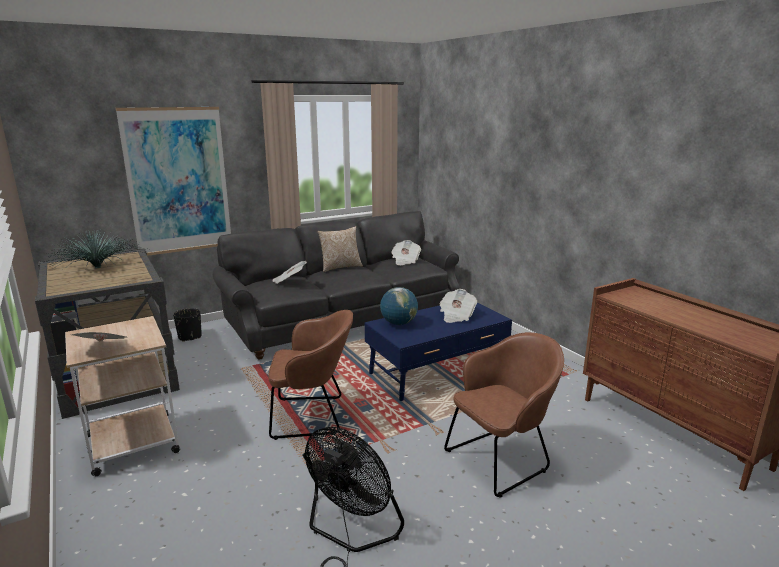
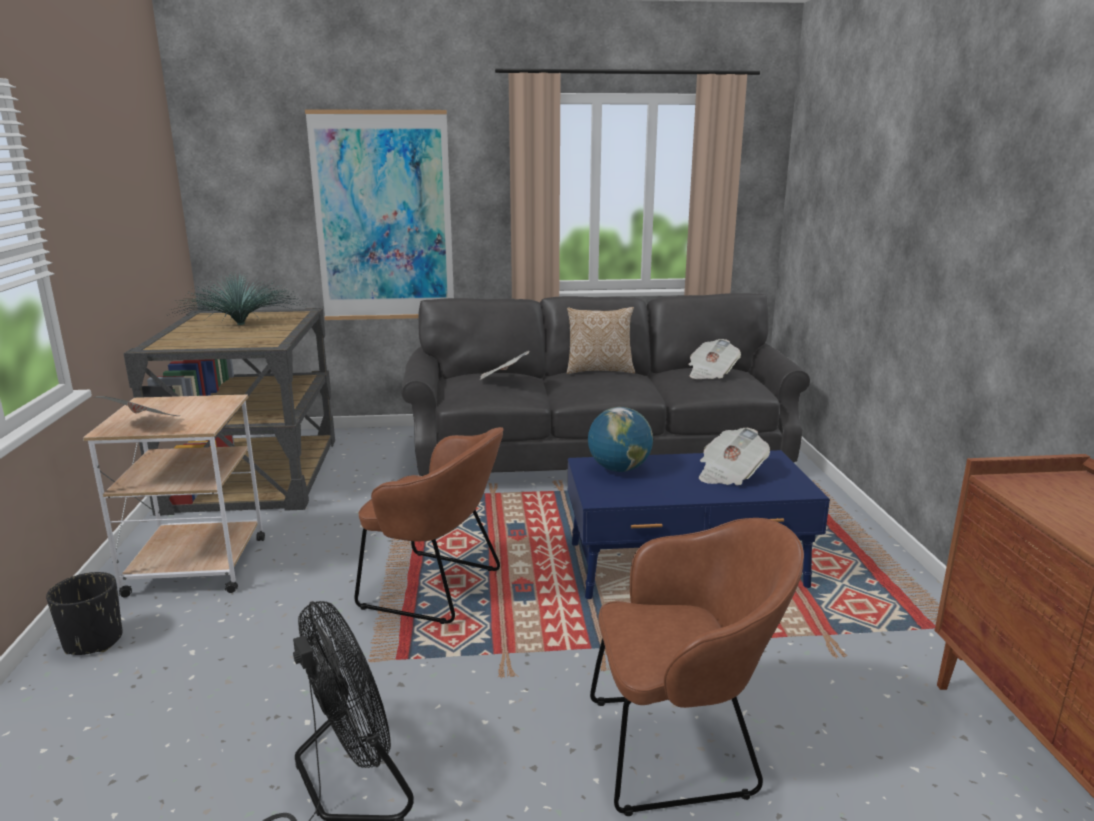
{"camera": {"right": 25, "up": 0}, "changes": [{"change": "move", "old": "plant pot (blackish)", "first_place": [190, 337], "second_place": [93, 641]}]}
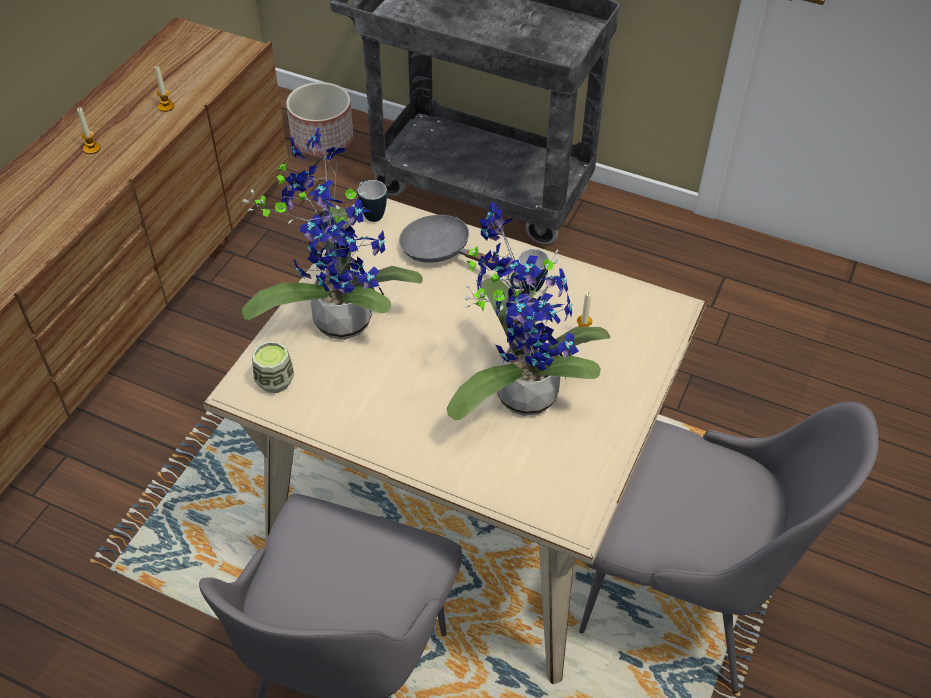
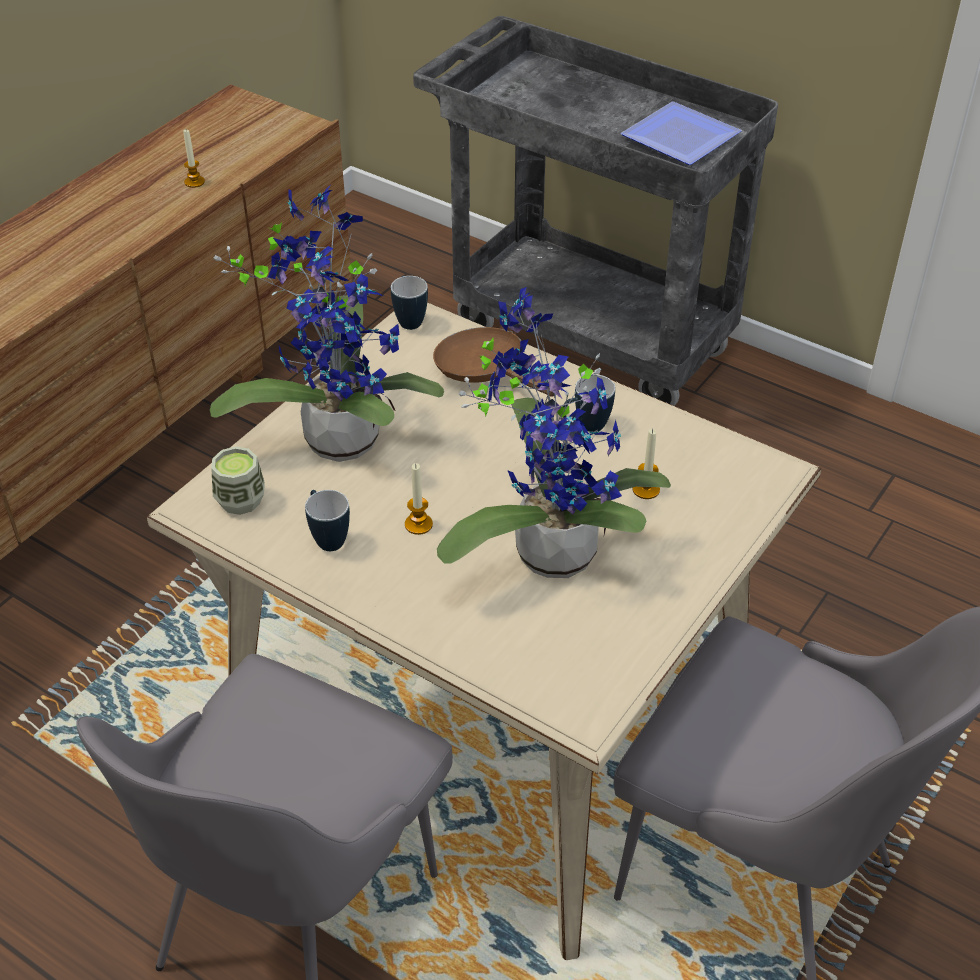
{"camera": {"right": 10, "up": -5}, "changes": [{"change": "delete", "old": "plant pot", "first_place": [323, 140]}, {"change": "move", "old": "candle", "first_place": [91, 148], "second_place": [418, 524]}, {"change": "recolor", "old": "skillet (greyish)", "new": "skillet (brown-coloured)", "first_place": [441, 251], "second_place": [486, 371]}, {"change": "insert", "new": "flat dish", "second_place": [676, 138]}, {"change": "insert", "new": "coffee mug", "second_place": [327, 538]}]}
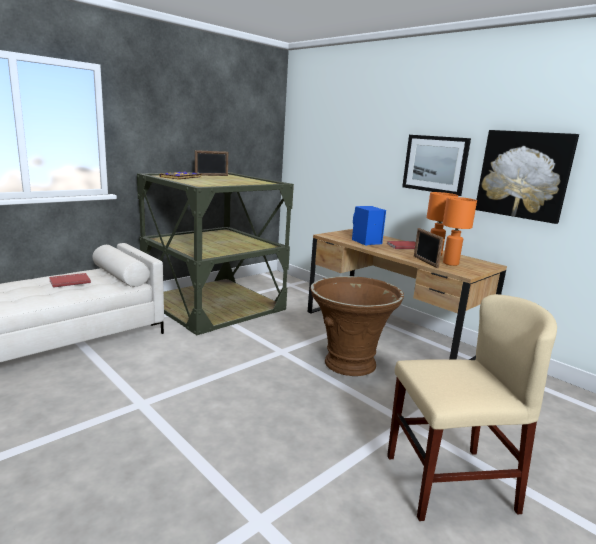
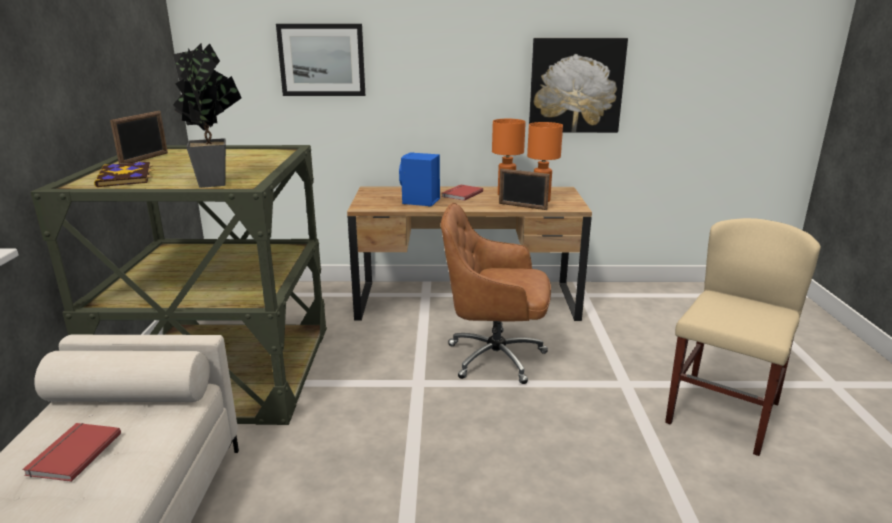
{"camera": {"right": -45, "up": 5}, "changes": [{"change": "move", "old": "picture", "first_place": [435, 164], "second_place": [322, 60]}, {"change": "replace", "old": "plant pot (brown-coloured)", "new": "office chair (brown-coloured)", "first_place": [348, 363], "second_place": [495, 356]}, {"change": "insert", "new": "potted plant", "second_place": [215, 182]}]}
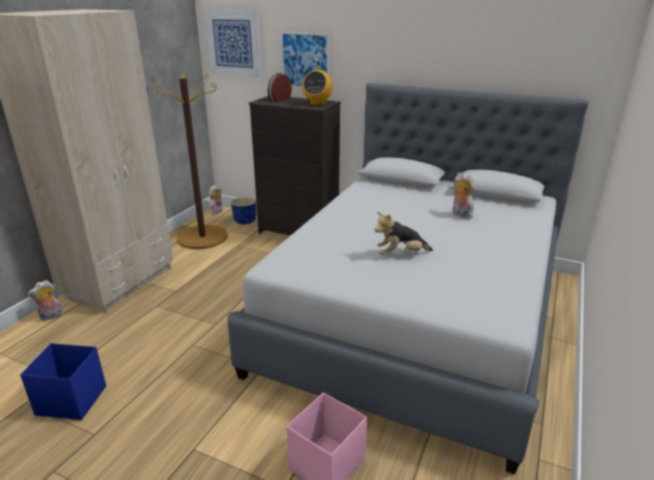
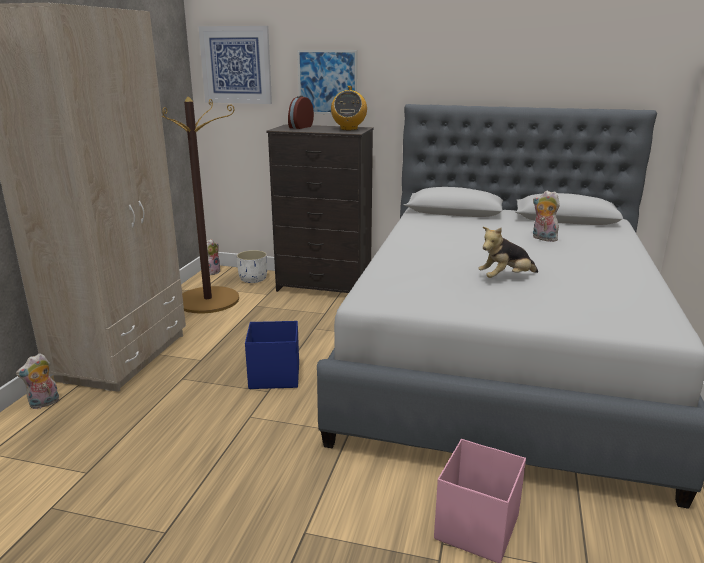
{"camera": {"right": -10, "up": -5}, "changes": [{"change": "recolor", "old": "plant pot (blue)", "new": "plant pot (whitish)", "first_place": [245, 221], "second_place": [253, 279]}, {"change": "move", "old": "storage box (blue)", "first_place": [71, 400], "second_place": [273, 376]}]}
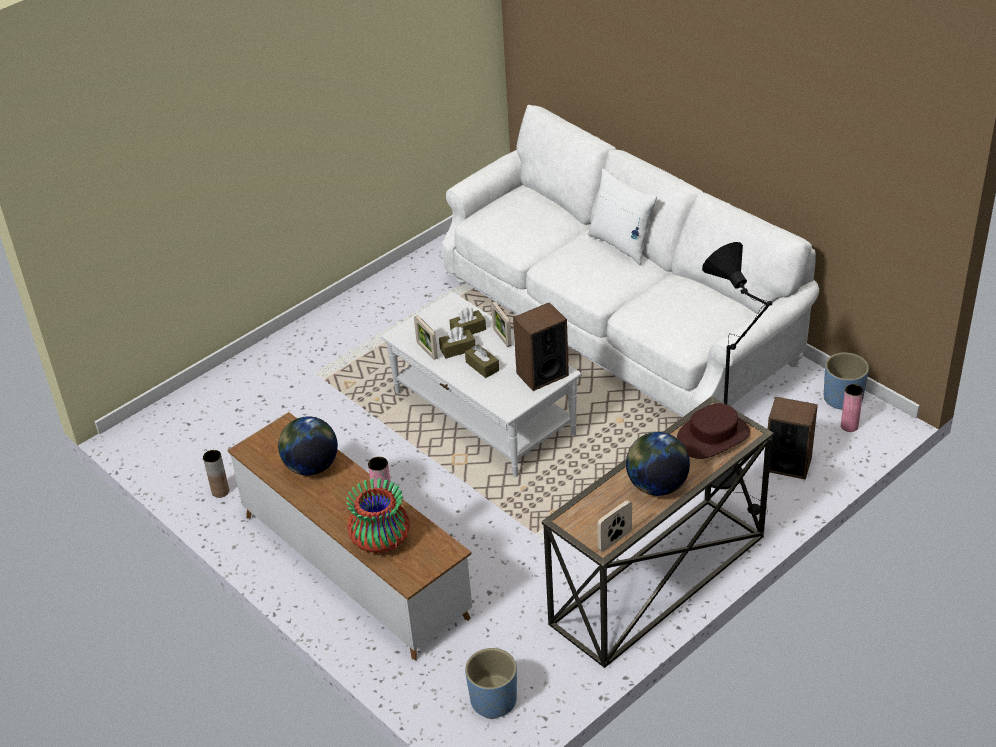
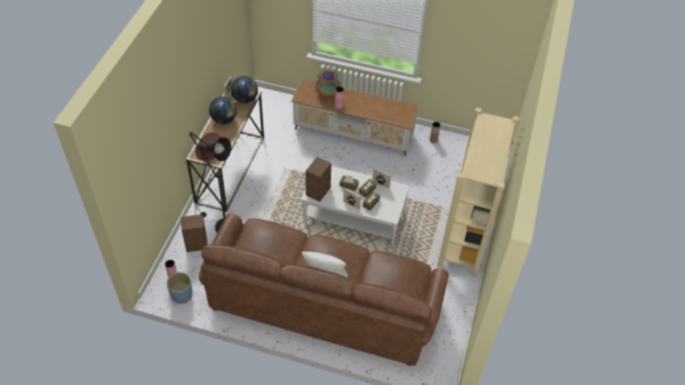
{"camera": {"right": 145, "up": 10}, "changes": [{"change": "recolor", "old": "couch (whitish)", "new": "couch (brown-coloured)", "first_place": [619, 321], "second_place": [323, 302]}, {"change": "move", "old": "globe", "first_place": [311, 466], "second_place": [245, 99]}, {"change": "delete", "old": "plant pot (blue)", "first_place": [493, 701]}, {"change": "insert", "new": "shelving unit (beige-coloured)", "second_place": [465, 237]}]}
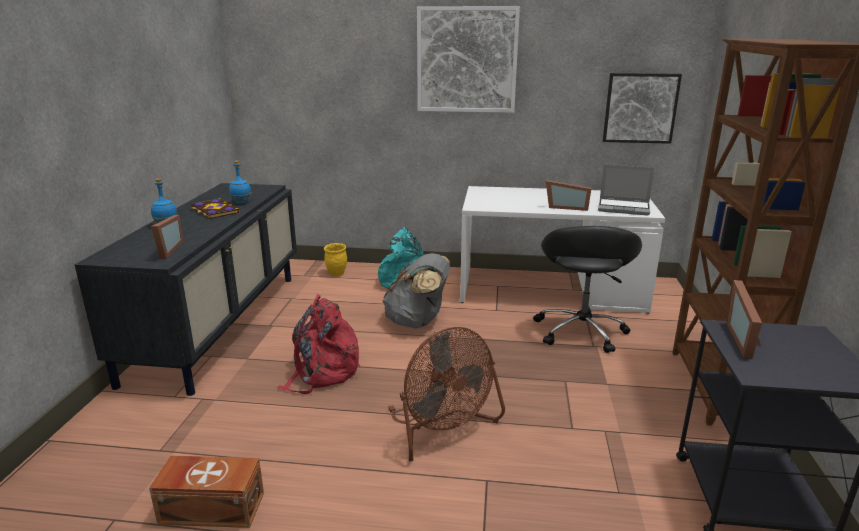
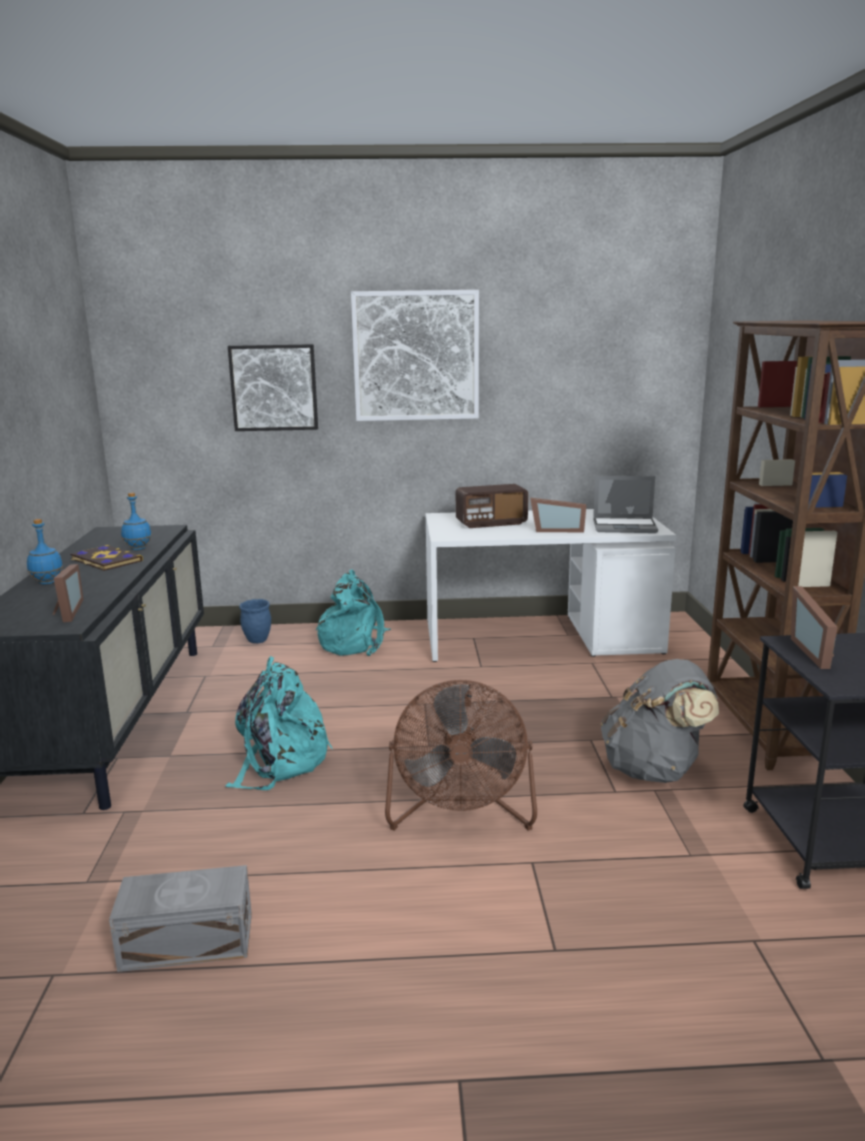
{"camera": {"right": -10, "up": -5}, "changes": [{"change": "move", "old": "picture", "first_place": [640, 108], "second_place": [274, 387]}, {"change": "delete", "old": "office chair (blackish)", "first_place": [580, 333]}, {"change": "recolor", "old": "plant pot (yellowish)", "new": "plant pot (blue)", "first_place": [336, 274], "second_place": [257, 640]}, {"change": "move", "old": "backpack (greyish)", "first_place": [418, 321], "second_place": [654, 770]}, {"change": "recolor", "old": "backpack (red)", "new": "backpack (turquoise-coloured)", "first_place": [322, 372], "second_place": [279, 761]}, {"change": "rotate", "old": "electric fan (brown-coloured)", "first_place": [439, 430], "second_place": [455, 812], "degrees": 45}, {"change": "recolor", "old": "storage box (brown-coloured)", "new": "storage box (greyish)", "first_place": [211, 507], "second_place": [185, 940]}, {"change": "insert", "new": "radio receiver", "second_place": [491, 523]}]}
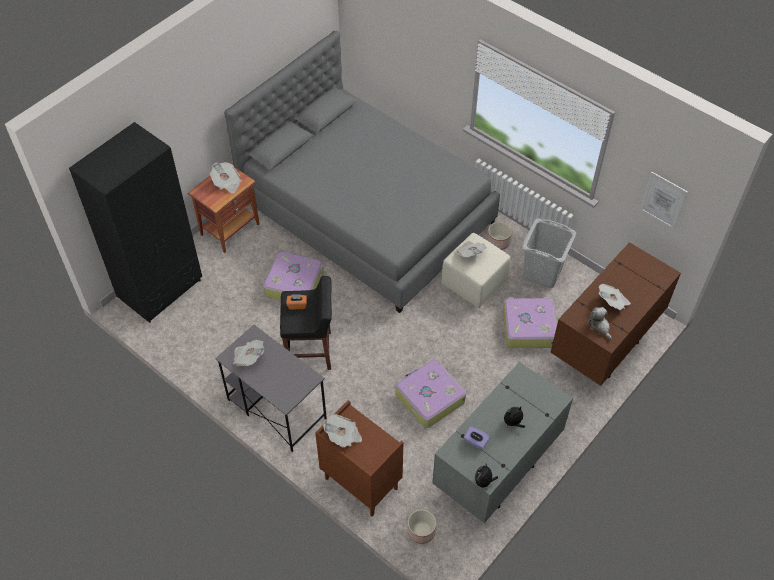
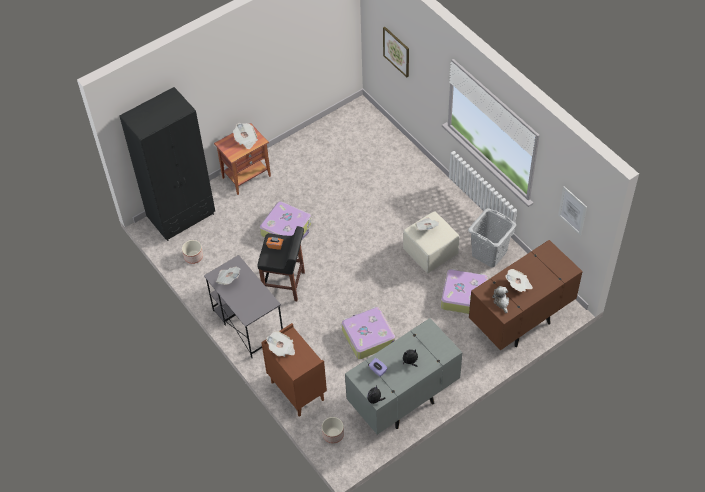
{"camera": {"right": 15, "up": 0}, "changes": [{"change": "delete", "old": "sleeping bed (greyish)", "first_place": [366, 212]}, {"change": "move", "old": "plant pot", "first_place": [498, 241], "second_place": [193, 256]}, {"change": "insert", "new": "picture", "second_place": [396, 51]}]}
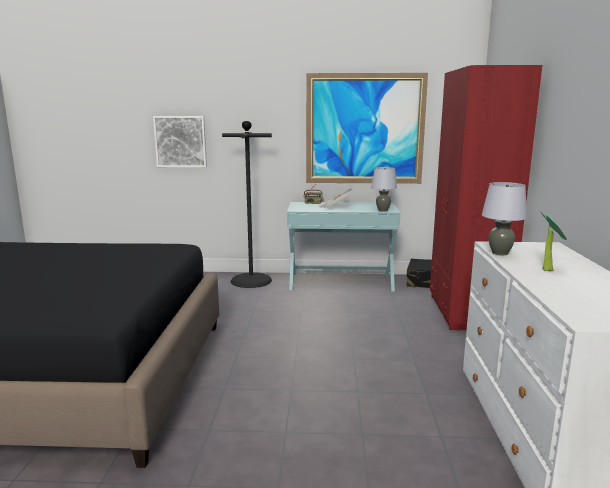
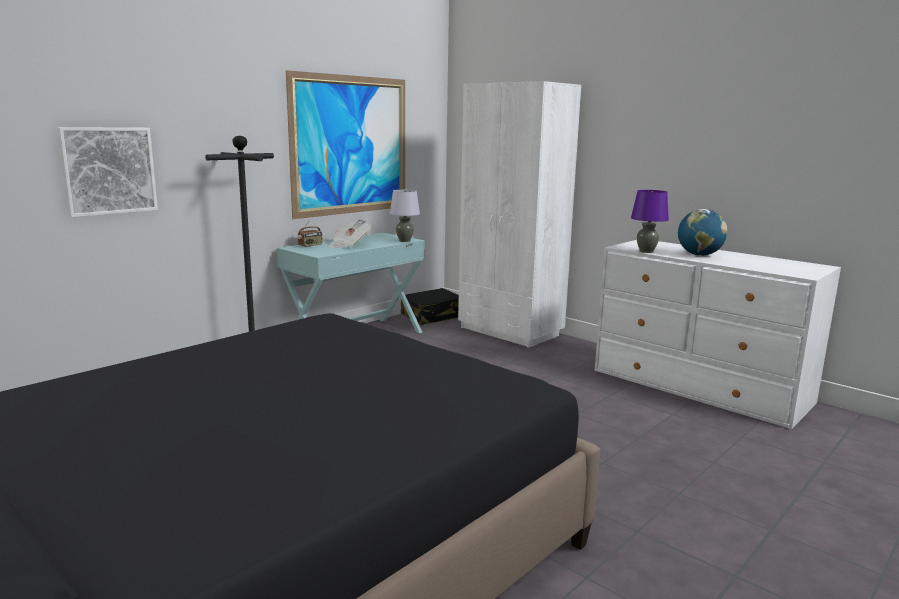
{"camera": {"right": -50, "up": 0}, "changes": [{"change": "recolor", "old": "clothes cupboard (red)", "new": "clothes cupboard (whitish)", "first_place": [466, 313], "second_place": [510, 332]}, {"change": "recolor", "old": "table lamp (greyish)", "new": "table lamp (purple-coloured)", "first_place": [500, 253], "second_place": [646, 251]}, {"change": "replace", "old": "potted plant", "new": "globe", "first_place": [548, 269], "second_place": [699, 255]}]}
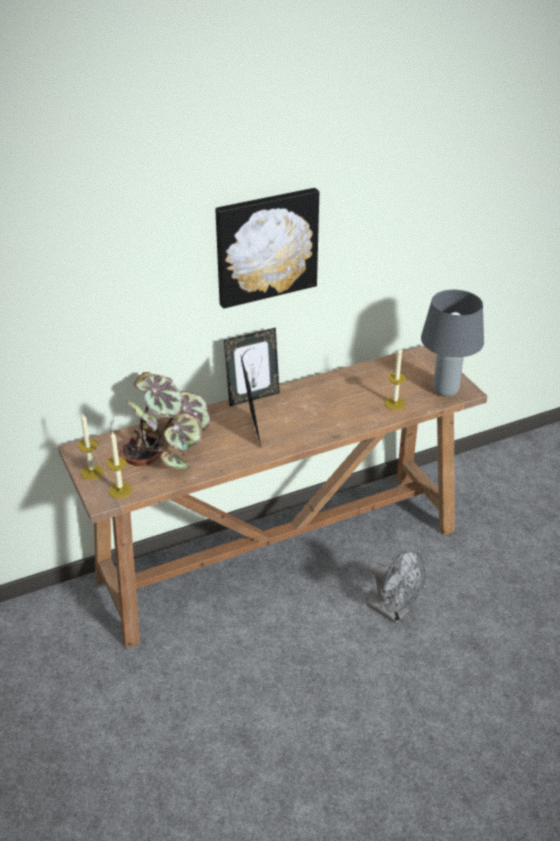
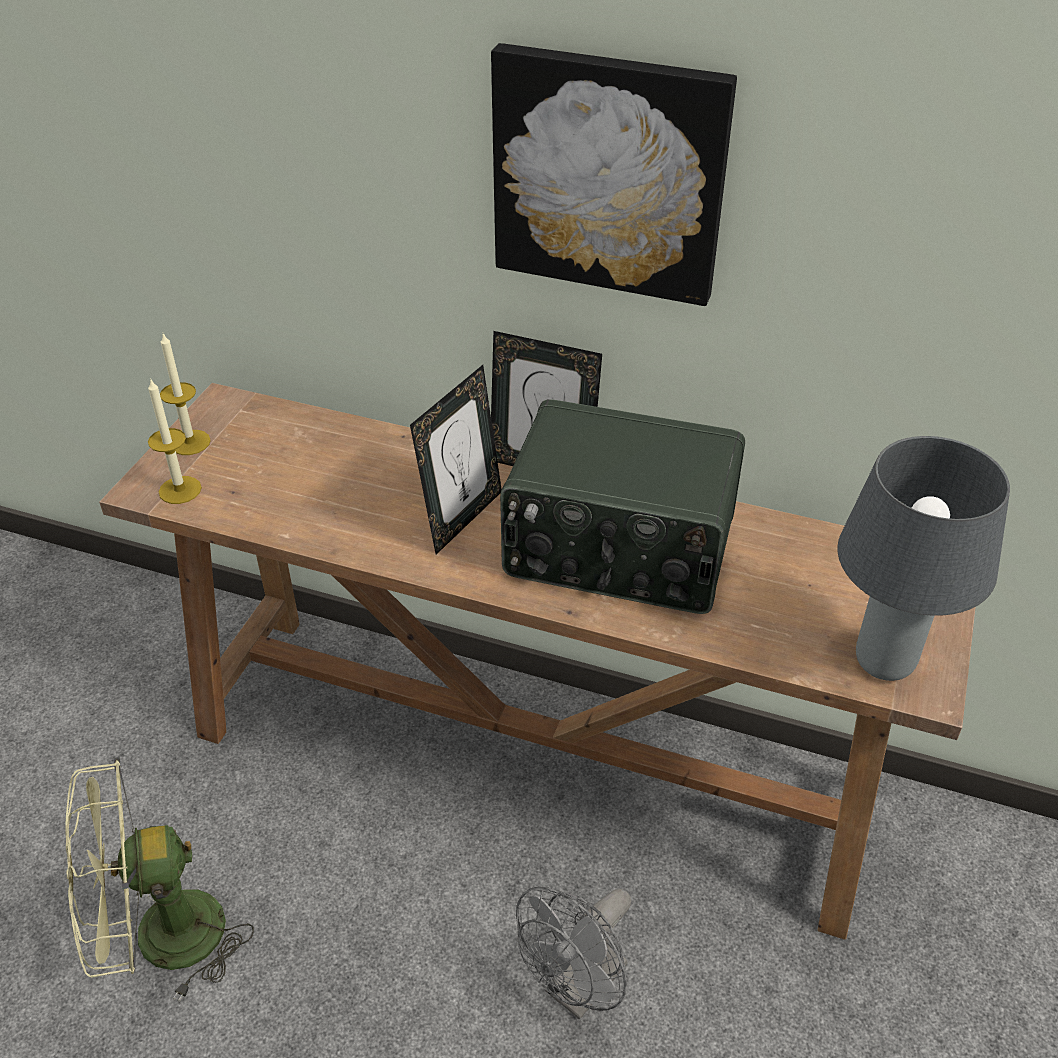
{"camera": {"right": 45, "up": 5}, "changes": [{"change": "delete", "old": "candle", "first_place": [394, 404]}, {"change": "delete", "old": "potted plant", "first_place": [168, 447]}, {"change": "rotate", "old": "electric fan (greyish)", "first_place": [393, 611], "second_place": [578, 989], "degrees": 45}, {"change": "insert", "new": "radio receiver", "second_place": [619, 550]}, {"change": "insert", "new": "electric fan (green)", "second_place": [160, 940]}]}
